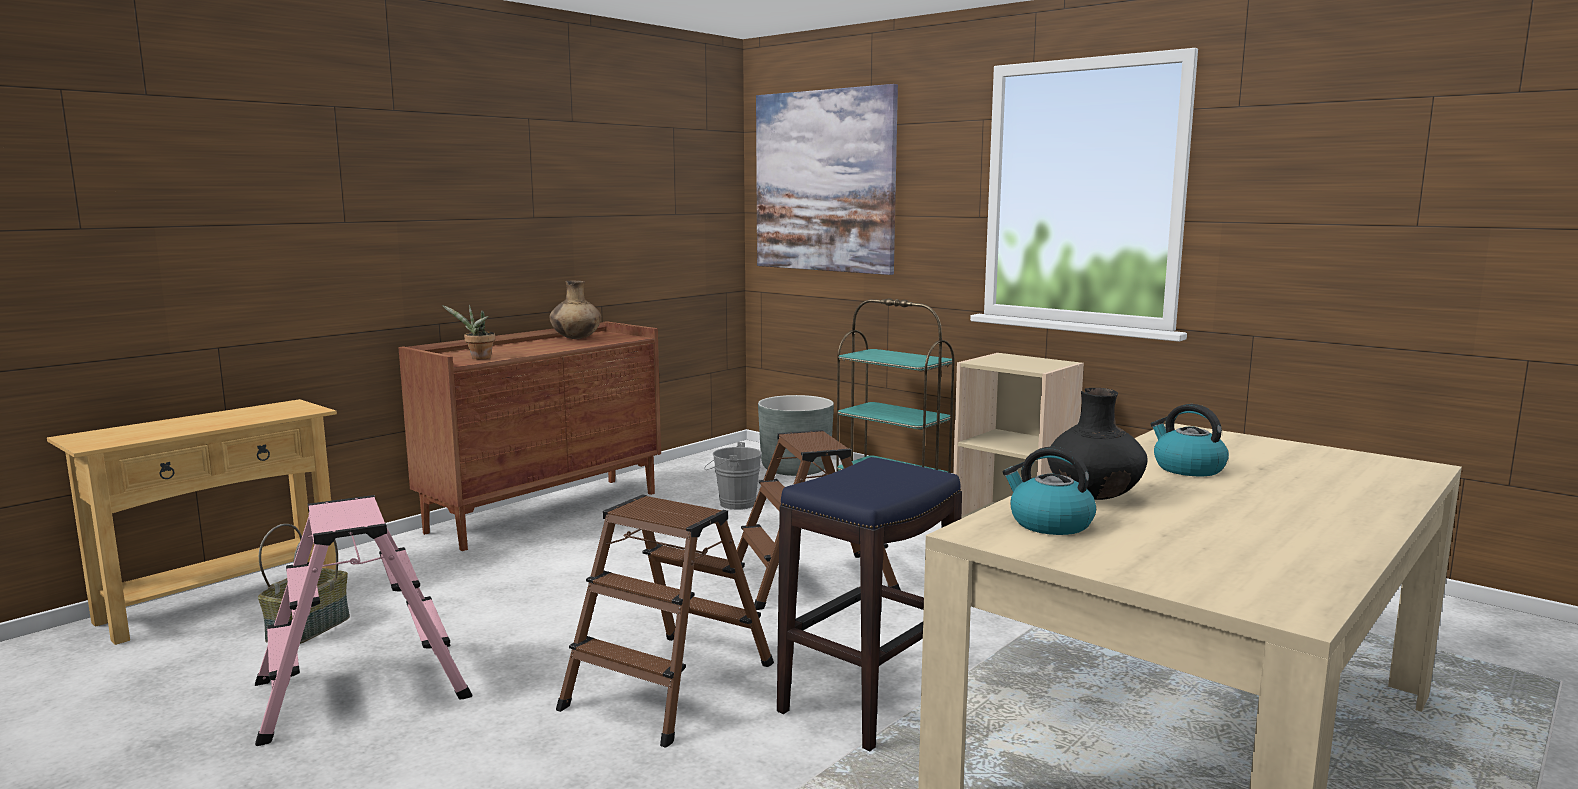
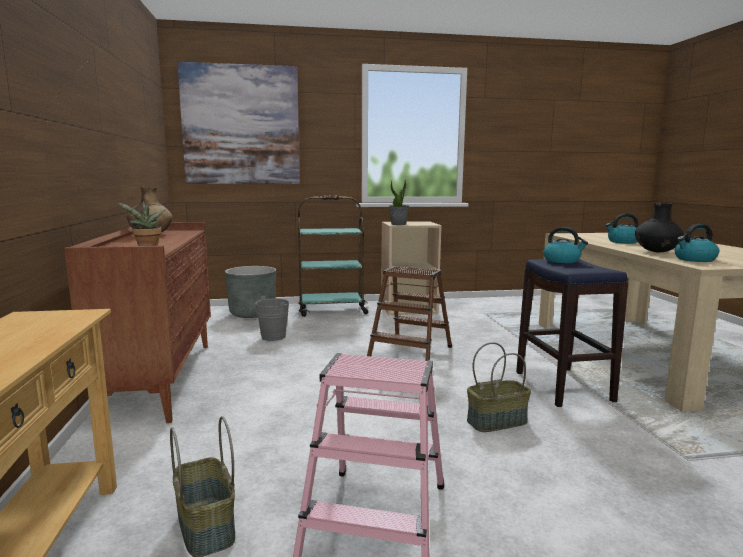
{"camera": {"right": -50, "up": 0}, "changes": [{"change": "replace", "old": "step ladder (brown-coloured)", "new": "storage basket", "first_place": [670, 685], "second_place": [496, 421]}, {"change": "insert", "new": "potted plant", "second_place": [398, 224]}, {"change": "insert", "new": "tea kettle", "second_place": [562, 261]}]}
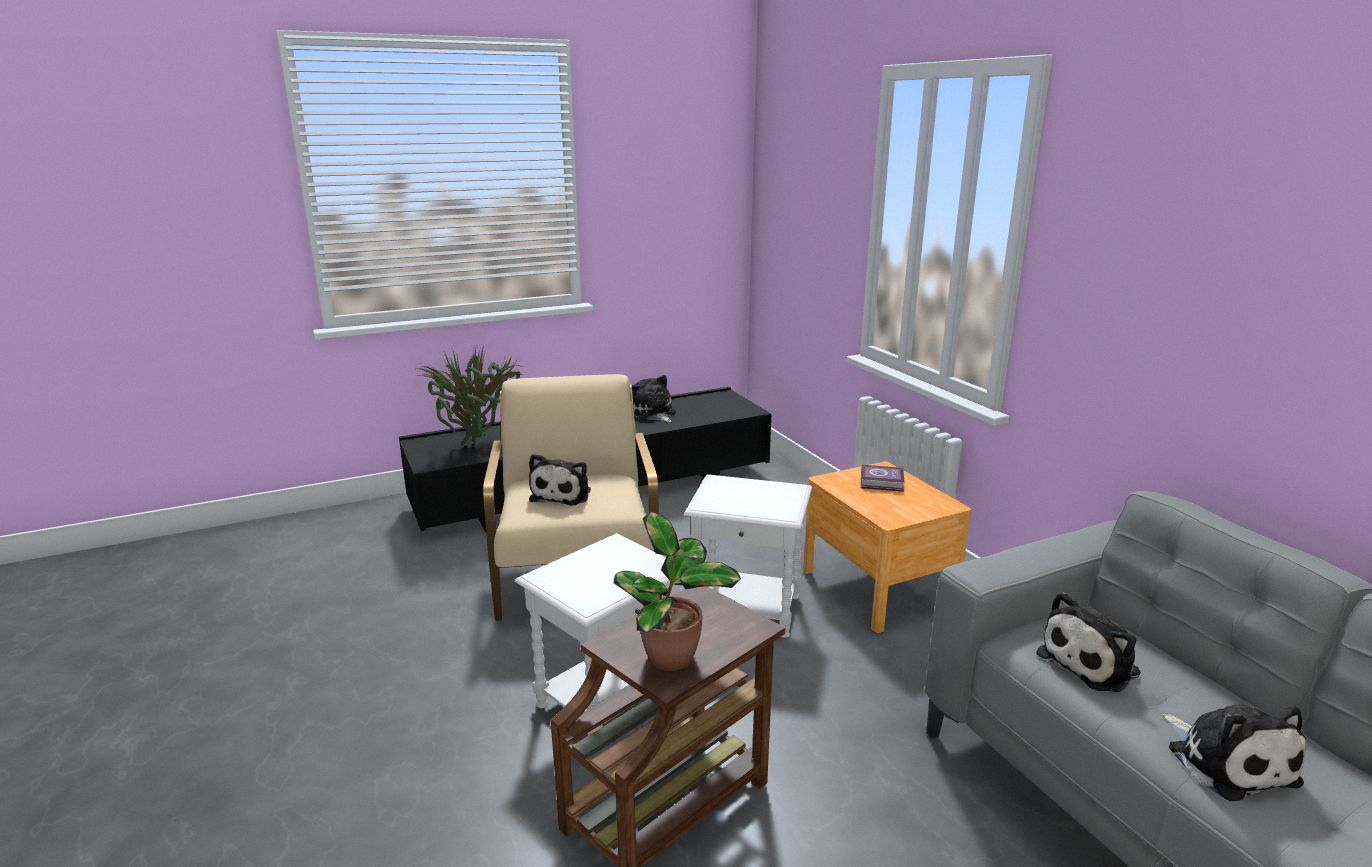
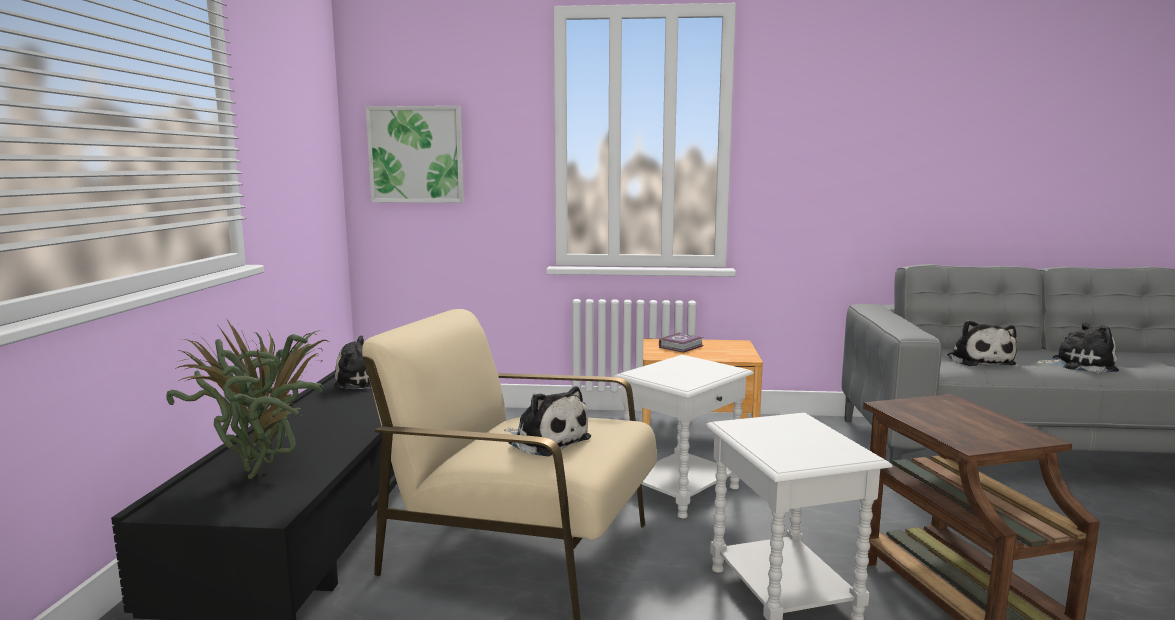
{"camera": {"right": -60, "up": -10}, "changes": [{"change": "delete", "old": "potted plant", "first_place": [673, 658]}, {"change": "insert", "new": "picture", "second_place": [416, 154]}]}
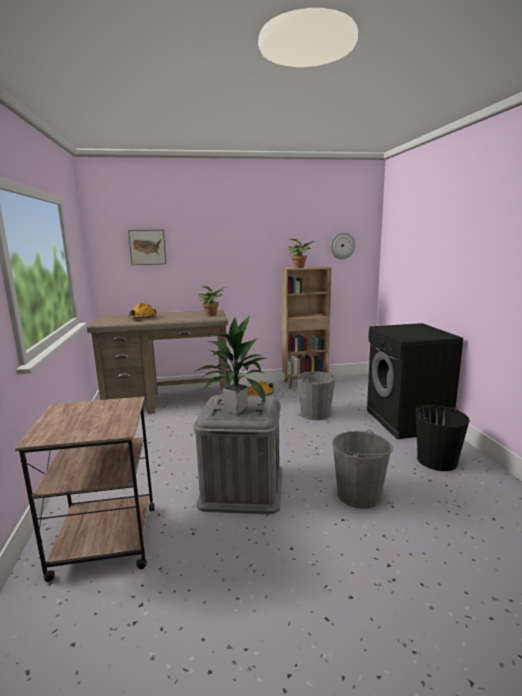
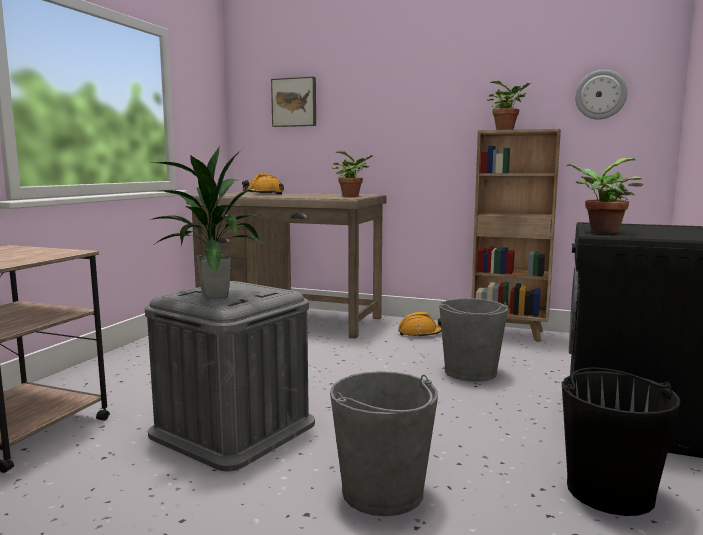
{"camera": {"right": 30, "up": -5}, "changes": [{"change": "insert", "new": "potted plant", "second_place": [600, 231]}]}
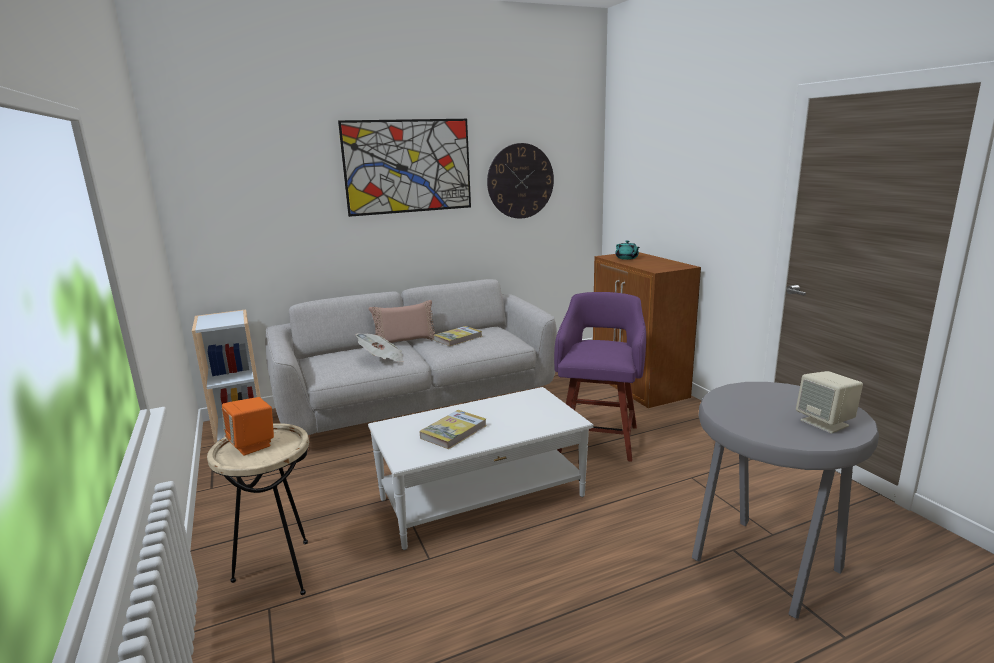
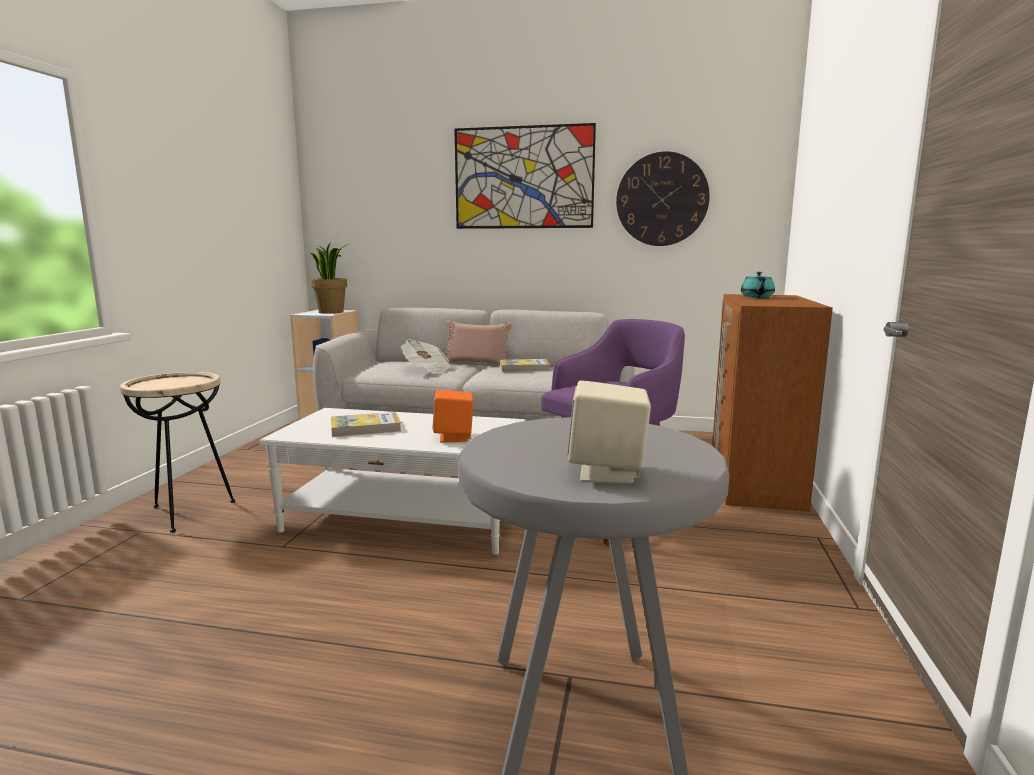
{"camera": {"right": 35, "up": -5}, "changes": [{"change": "move", "old": "speaker (orangey)", "first_place": [252, 445], "second_place": [454, 437]}, {"change": "insert", "new": "potted plant", "second_place": [331, 312]}]}
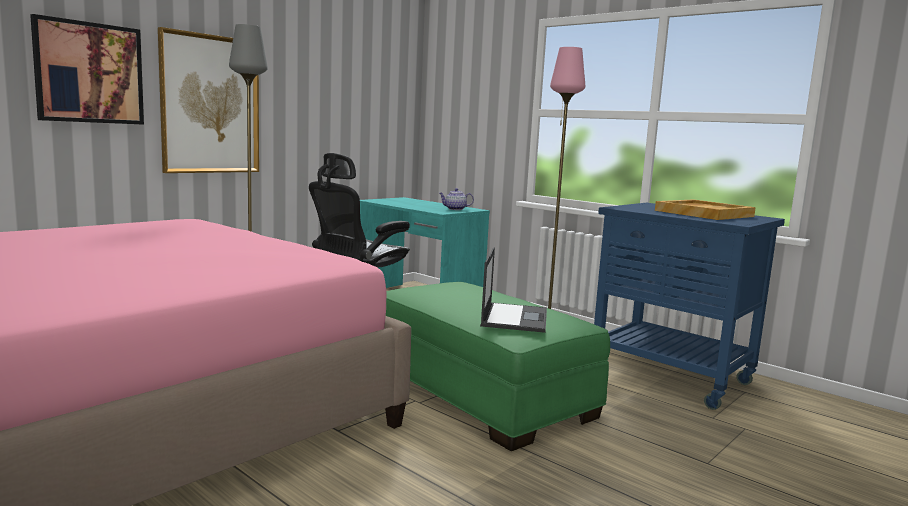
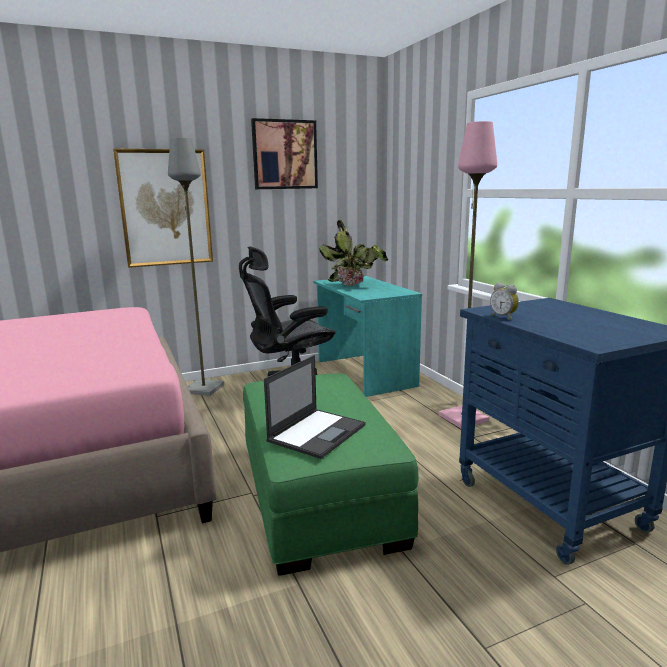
{"camera": {"right": 25, "up": 5}, "changes": [{"change": "move", "old": "picture", "first_place": [89, 73], "second_place": [284, 155]}, {"change": "delete", "old": "tea pot", "first_place": [455, 209]}, {"change": "delete", "old": "tray (beige-coloured)", "first_place": [703, 213]}, {"change": "insert", "new": "potted plant", "second_place": [355, 285]}, {"change": "insert", "new": "alarm clock", "second_place": [504, 317]}]}
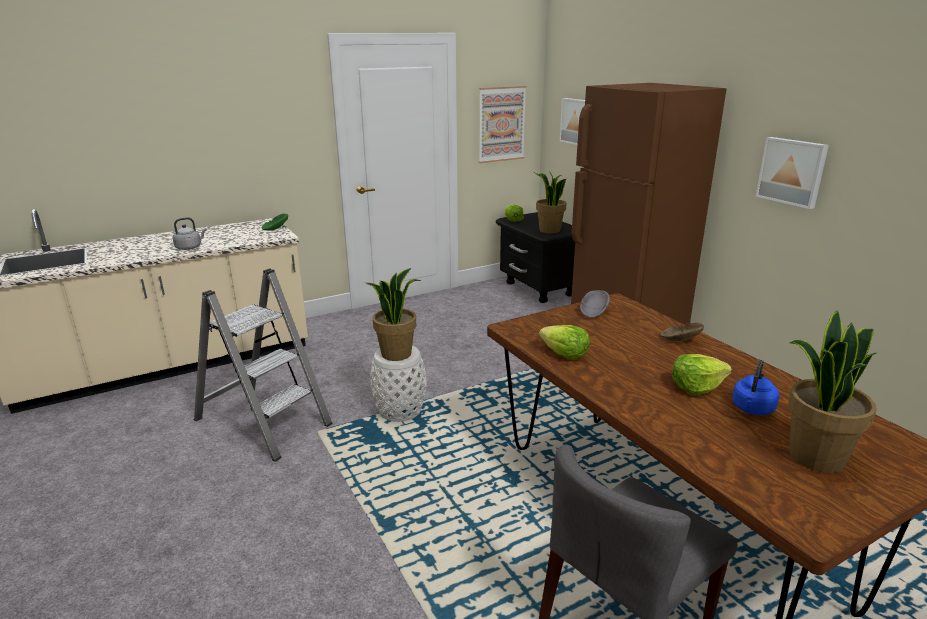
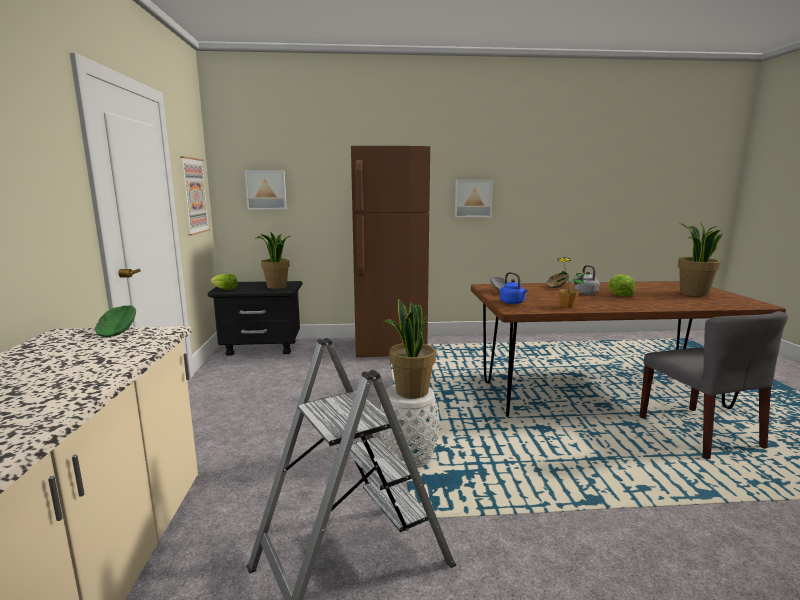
{"camera": {"right": -65, "up": -10}, "changes": [{"change": "move", "old": "tea kettle (greyish)", "first_place": [190, 247], "second_place": [585, 293]}, {"change": "replace", "old": "head of lettuce", "new": "potted plant", "first_place": [564, 354], "second_place": [567, 306]}, {"change": "move", "old": "tea kettle (blue)", "first_place": [752, 409], "second_place": [513, 303]}]}
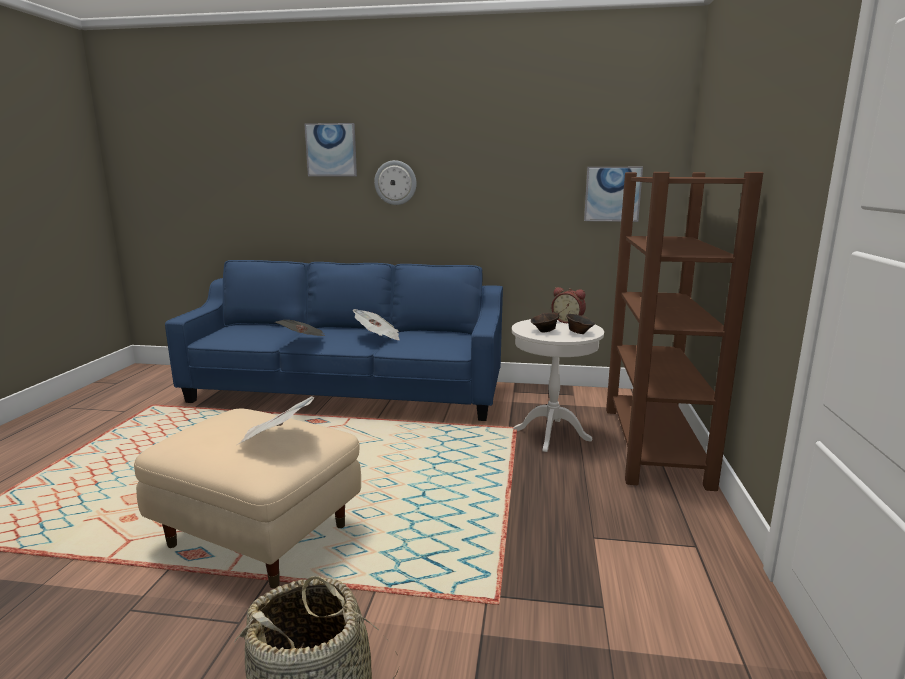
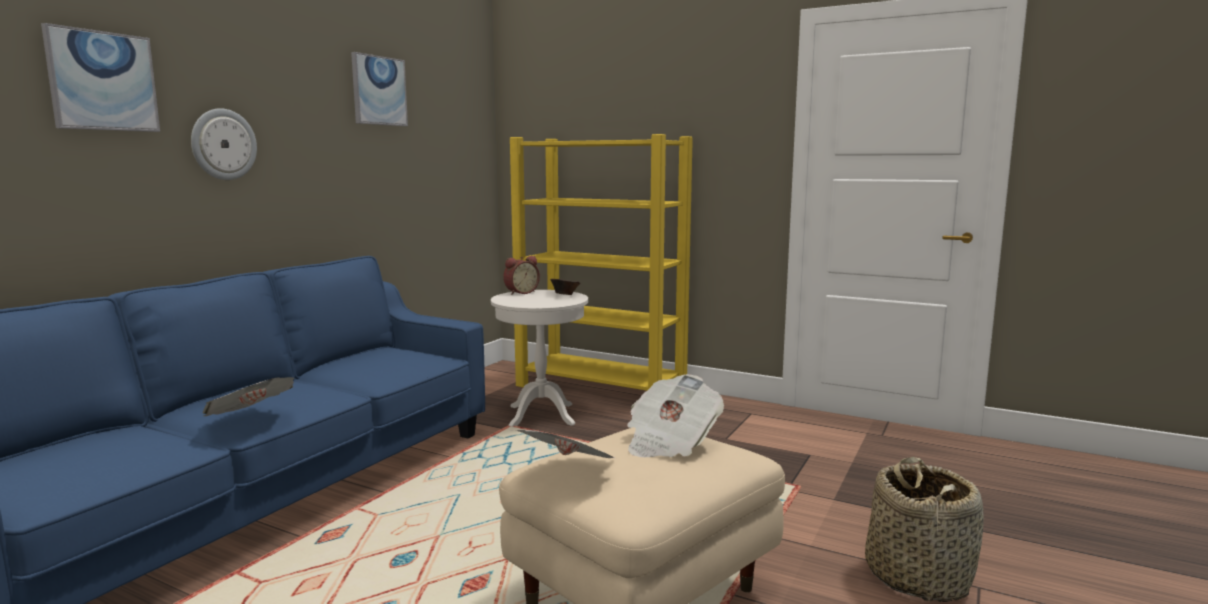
{"camera": {"right": -70, "up": -5}, "changes": [{"change": "move", "old": "picture", "first_place": [612, 194], "second_place": [379, 91]}, {"change": "recolor", "old": "shelving unit (brown-coloured)", "new": "shelving unit (yellowish)", "first_place": [654, 445], "second_place": [600, 388]}, {"change": "move", "old": "daily paper", "first_place": [378, 337], "second_place": [569, 473]}, {"change": "delete", "old": "deep dish (brown-coloured)", "first_place": [544, 331]}]}
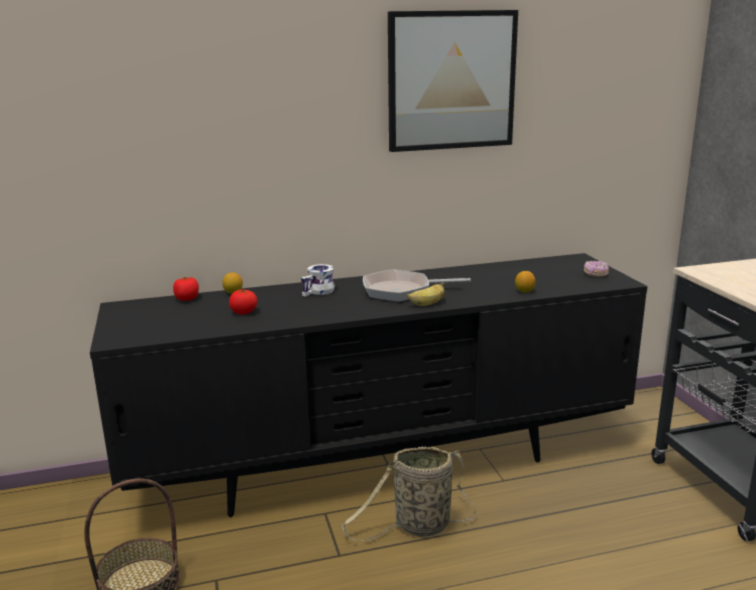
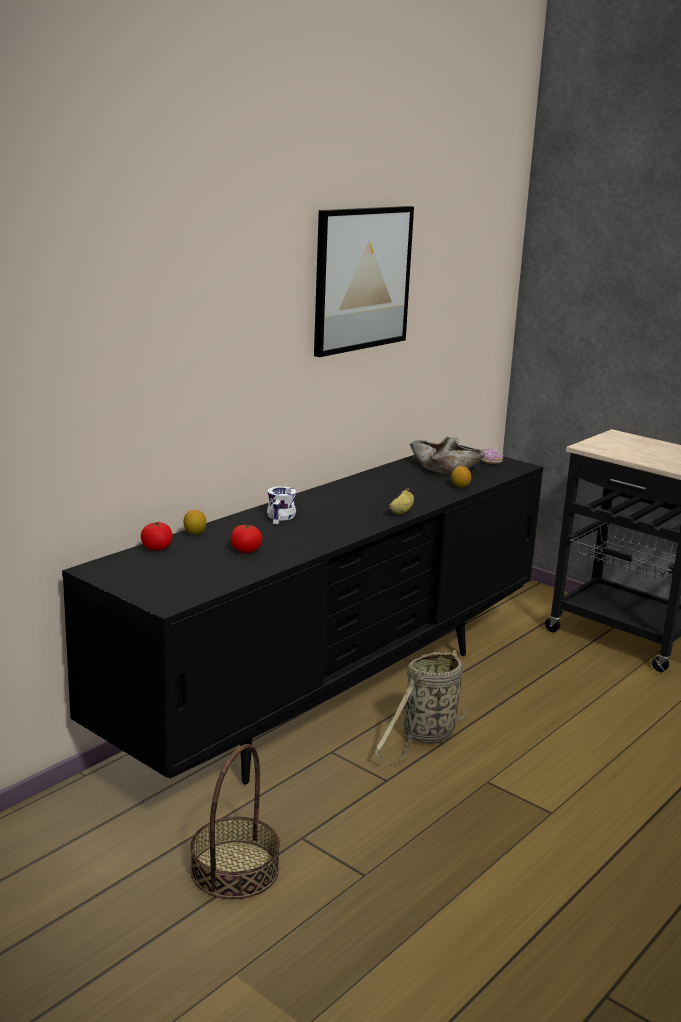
{"camera": {"right": -35, "up": 0}, "changes": [{"change": "delete", "old": "skillet", "first_place": [402, 291]}, {"change": "insert", "new": "deep dish (beige-coloured)", "second_place": [445, 467]}]}
